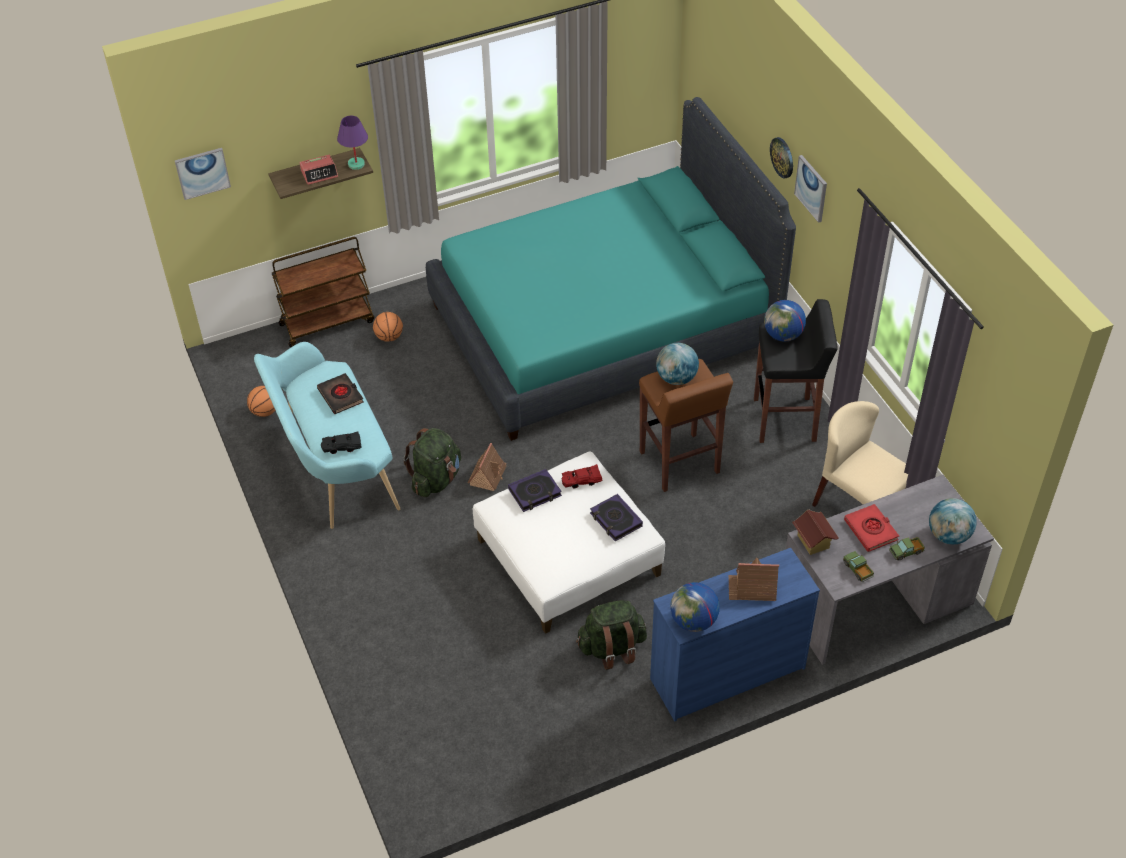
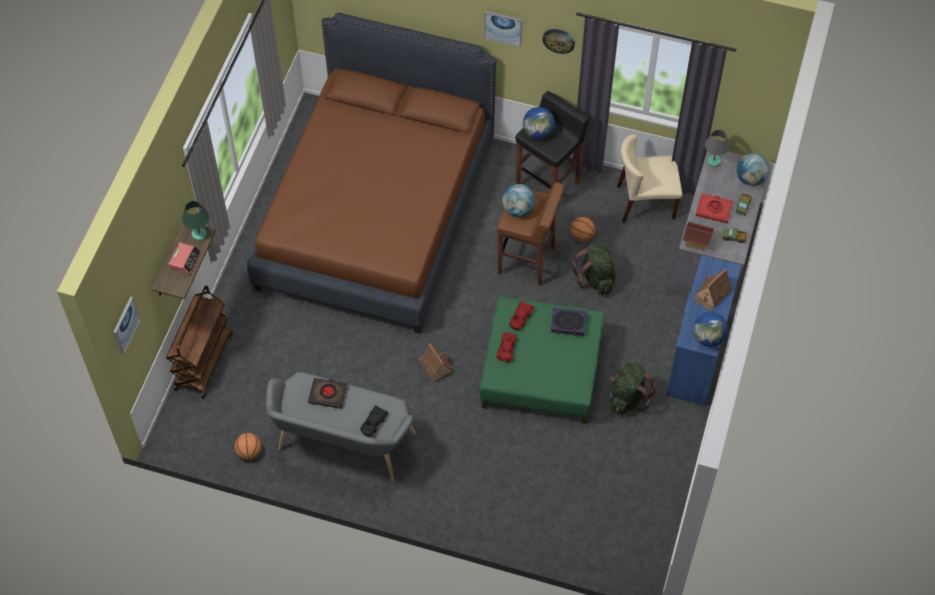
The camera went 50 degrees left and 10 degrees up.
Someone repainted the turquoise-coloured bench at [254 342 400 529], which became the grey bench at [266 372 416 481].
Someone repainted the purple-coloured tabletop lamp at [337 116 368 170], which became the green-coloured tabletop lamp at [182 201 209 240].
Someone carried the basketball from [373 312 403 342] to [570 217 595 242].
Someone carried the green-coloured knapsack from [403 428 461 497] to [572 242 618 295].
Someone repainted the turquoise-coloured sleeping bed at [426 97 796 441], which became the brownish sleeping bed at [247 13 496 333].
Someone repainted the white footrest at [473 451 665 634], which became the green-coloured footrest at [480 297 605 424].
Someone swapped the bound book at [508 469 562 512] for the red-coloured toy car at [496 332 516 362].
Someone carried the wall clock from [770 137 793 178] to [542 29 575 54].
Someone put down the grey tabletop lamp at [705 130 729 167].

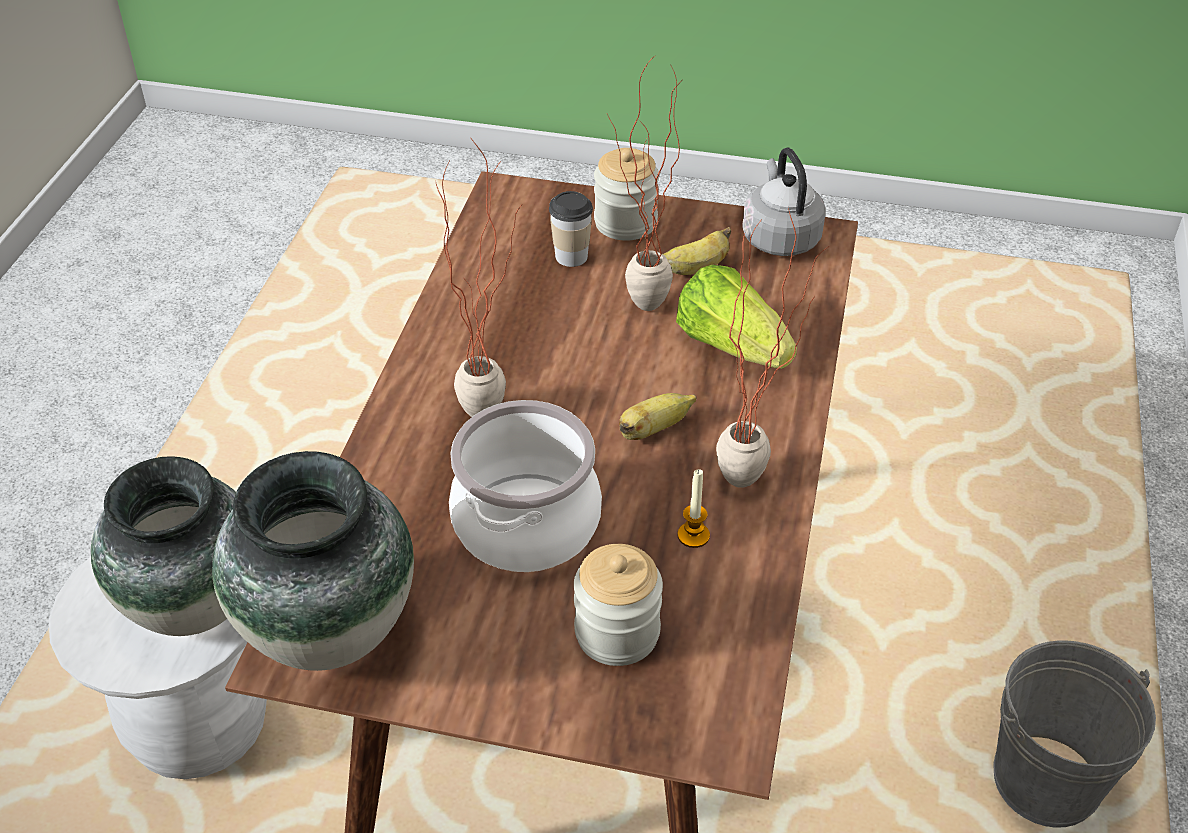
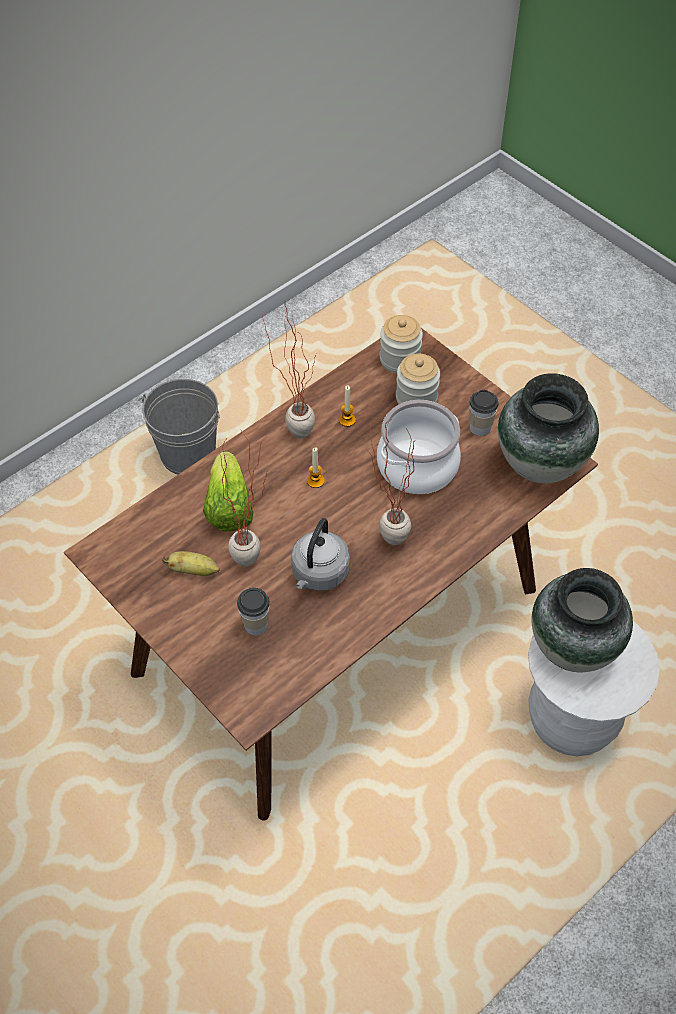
The camera went 145 degrees left and 10 degrees up.
Someone carried the preserve jar from [594 148 659 241] to [380 315 423 374].
Someone swapped the banana at [619 393 697 440] for the candle at [307 447 325 488].
Someone carried the grey tea kettle from [742 147 826 256] to [291 518 350 591].
Someone put down the cup at [469 390 498 436].

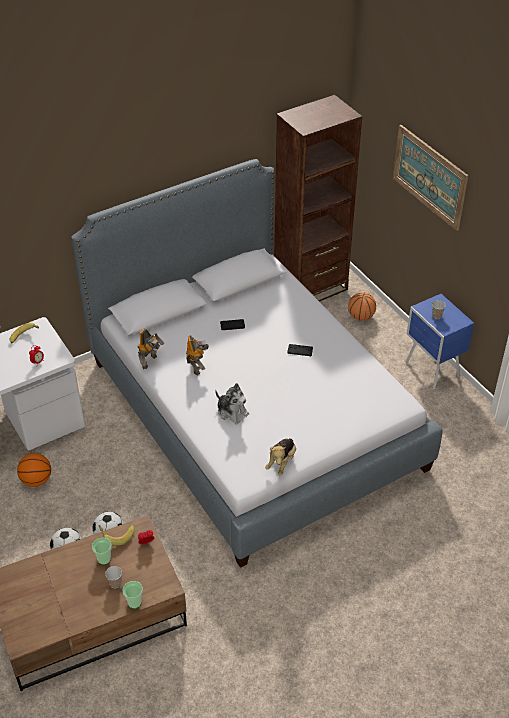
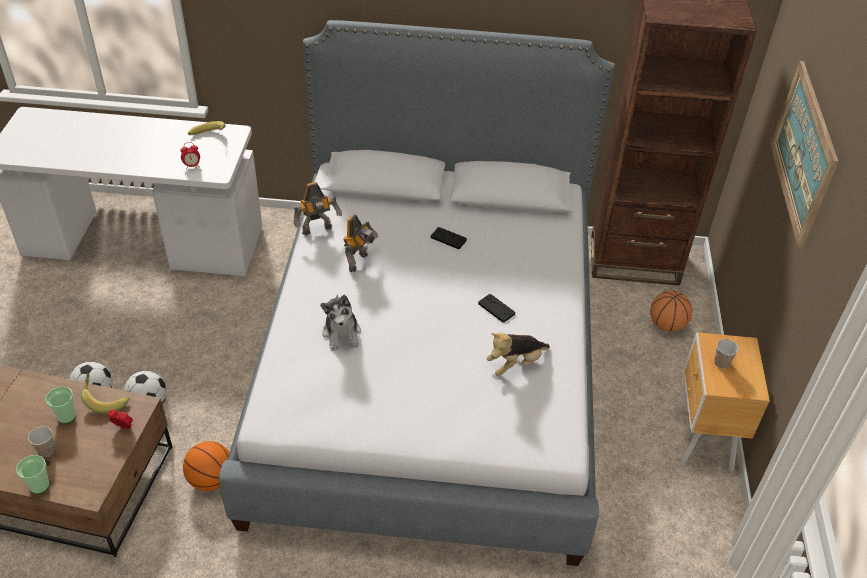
The camera went 35 degrees right and 0 degrees up.
Someone carried the basketball from [17 453 51 487] to [183 441 230 491].
Someone carried the plush toy from [265 438 296 476] to [487 333 550 376].
Someone repainted the bluish night table at [406 294 474 390], which became the brownish night table at [674 333 770 471].

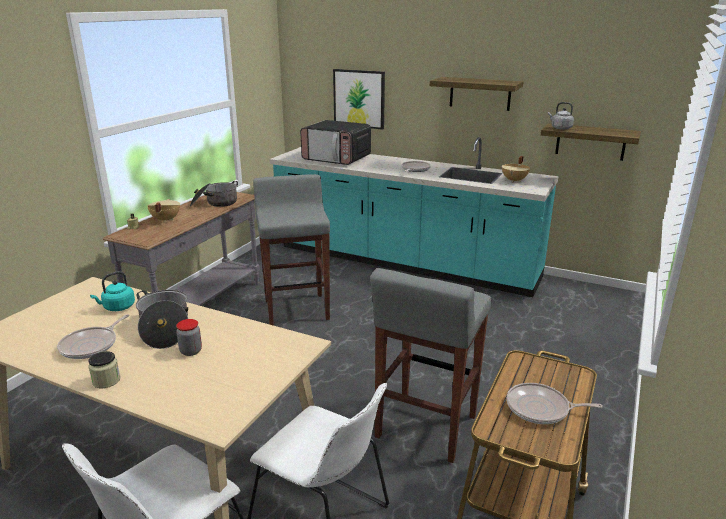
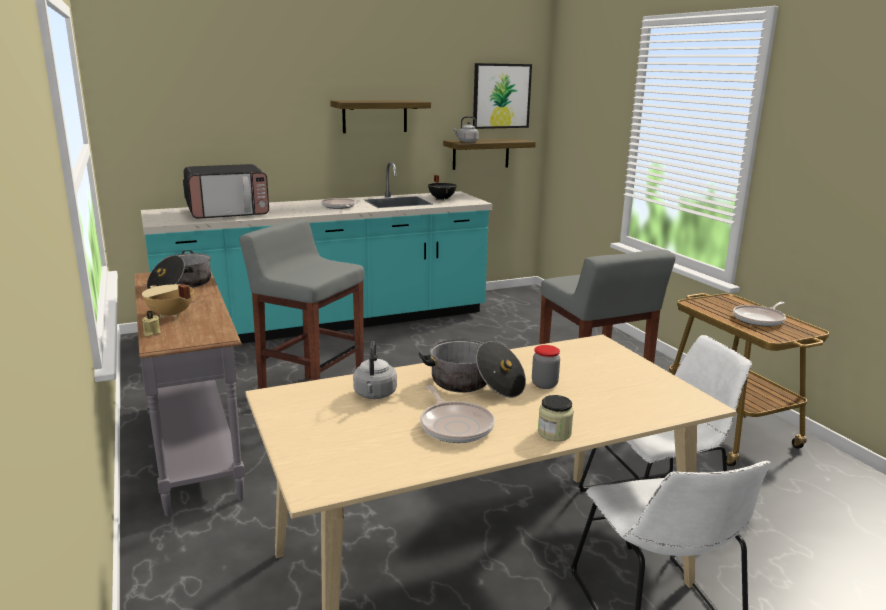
The camera went 50 degrees left and 5 degrees down.
Someone repainted the turquoise-coloured tea kettle at [90 271 135 311], which became the grey tea kettle at [353 341 397 399].
Someone carried the wall art from [333 69 385 130] to [473 63 532 129].
Someone repainted the beige saucepot at [502 156 530 182], which became the blackish saucepot at [428 175 457 201].

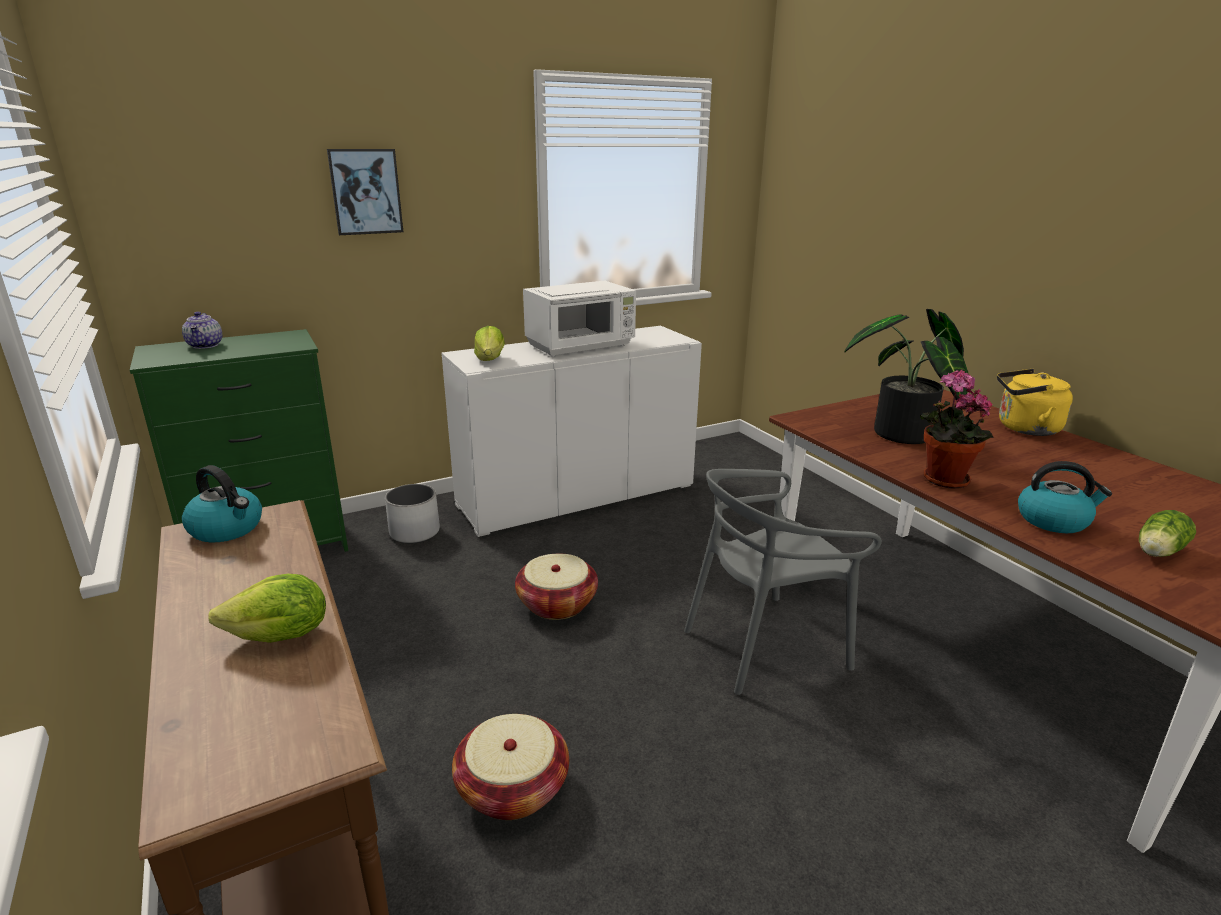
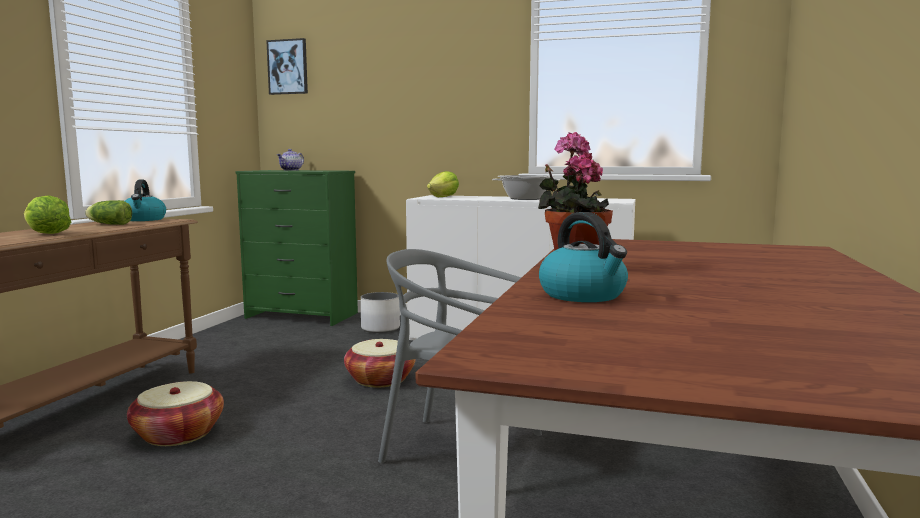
The camera went 45 degrees right and 15 degrees down.
Someone carried the wall art from [327 149 403 235] to [266 38 308 95].
Someone swapped the white microwave oven at [523 281 636 357] for the saucepot at [492 175 560 200].
Someone took away the potted plant at [844 309 968 444].
Someone took away the yellow tea kettle at [997 369 1073 436].
Someone carried the head of lettuce from [1139 510 1196 557] to [85 200 132 225].

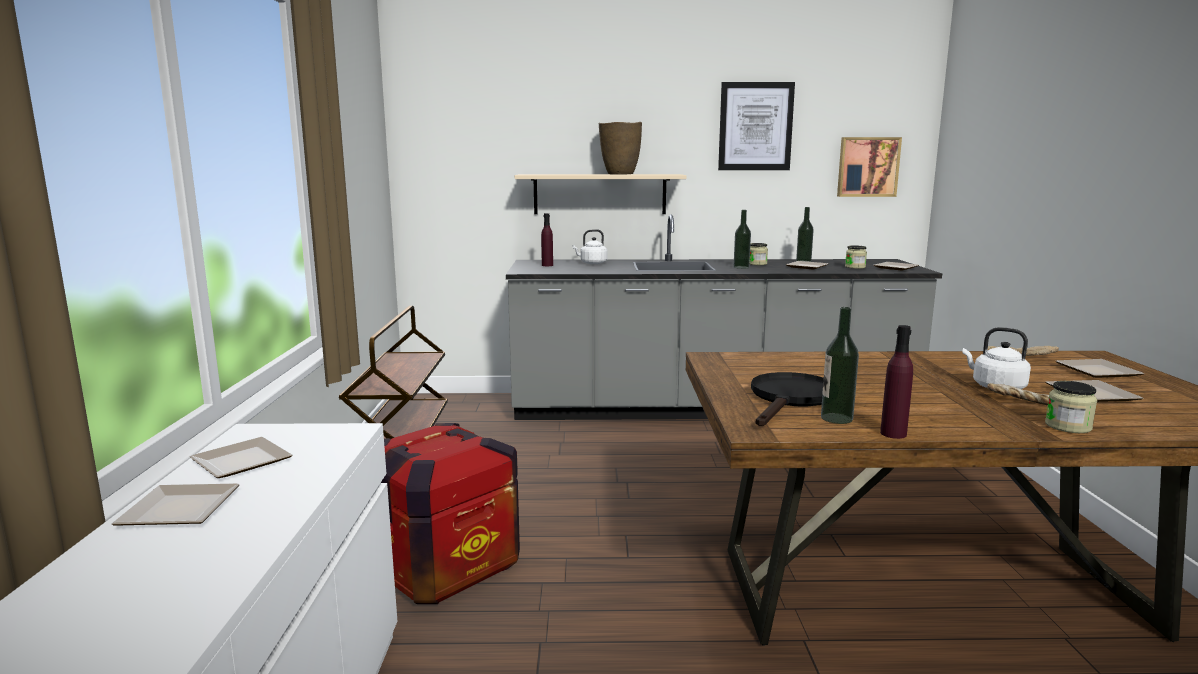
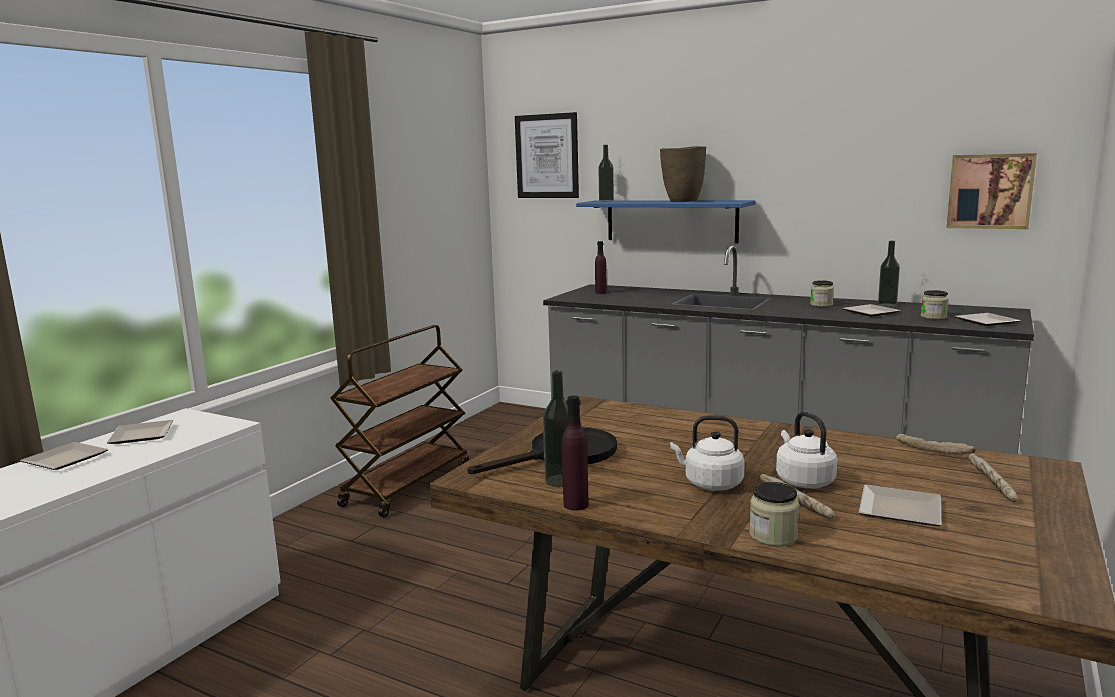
The camera went 30 degrees right and 0 degrees up.
Someone took away the crate at [381 423 520 604].
Someone repainted the beige shelf at [515 174 686 214], which became the bluish shelf at [576 200 756 243].
Someone carried the white tea kettle from [572 229 607 264] to [670 415 745 491].
Someone carried the wall art from [718 82 795 170] to [515 112 579 198].
Someone carried the beverage bottle from [734 210 751 269] to [598 145 614 201].
Someone swapped the plate at [1056 359 1144 378] for the bakery bread at [968 453 1018 502].

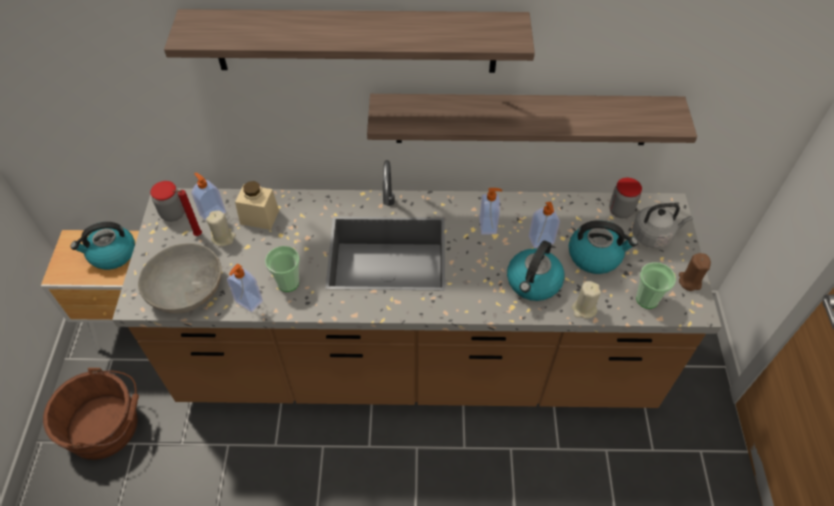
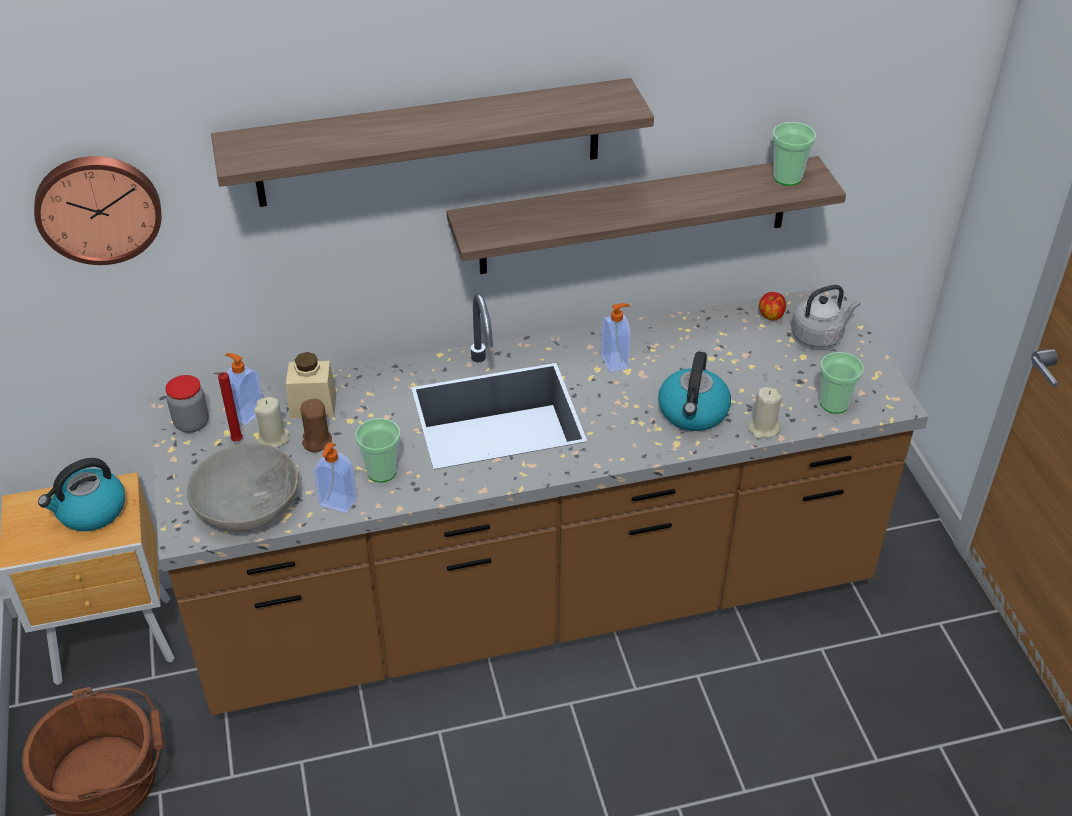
The camera went 15 degrees left and 10 degrees down.
Someone took away the liquid soap bottle at [529 201 560 248].
Someone took away the tea kettle at [569 220 638 274].
Someone swapped the preserve jar at [609 178 642 218] for the apple fruit at [759 292 786 321].
Someone carried the brownish candle from [679 253 711 291] to [300 399 332 452].
Someone put up the wall clock at [34 156 162 265].
Someone put down the cup at [772 122 816 186].

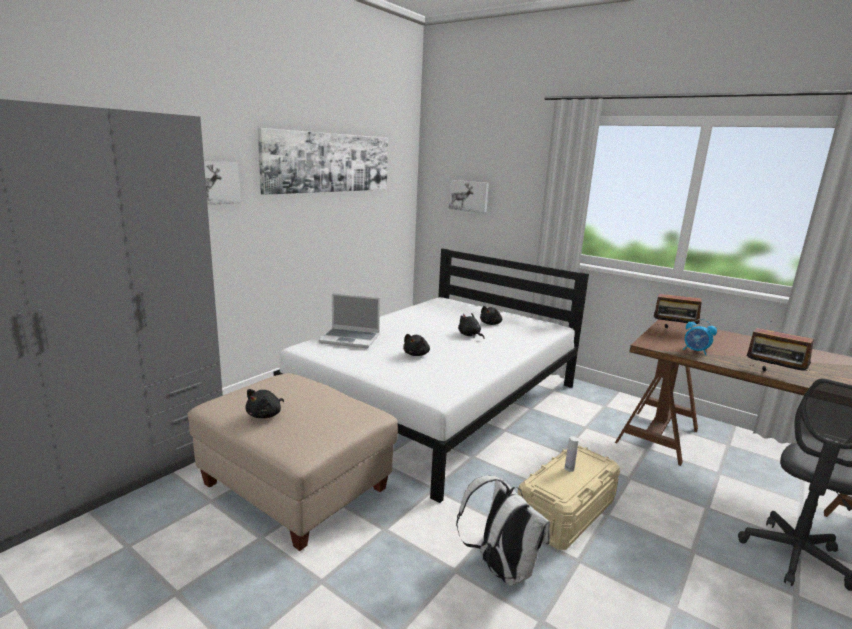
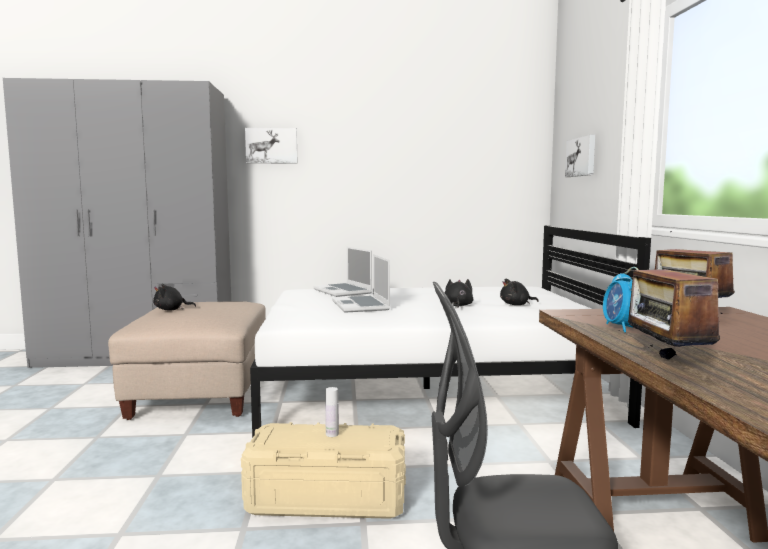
The camera went 50 degrees right and 10 degrees down.
Someone took away the wall art at [257 128 388 195].
Someone swapped the blackish plush toy at [403 334 430 356] for the laptop at [332 254 390 313].
Someone took away the white knapsack at [456 476 550 586].

